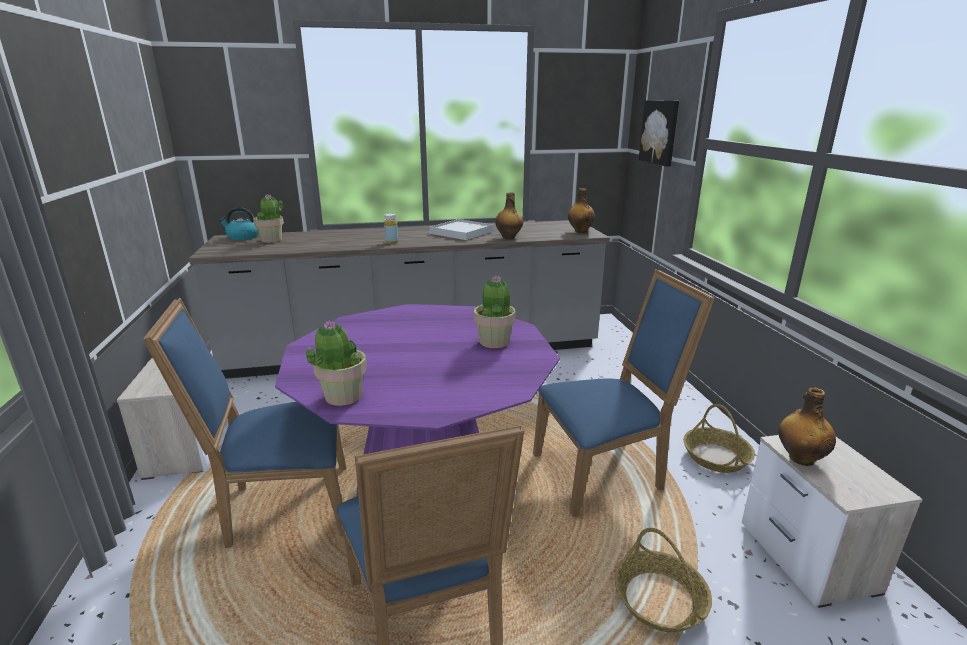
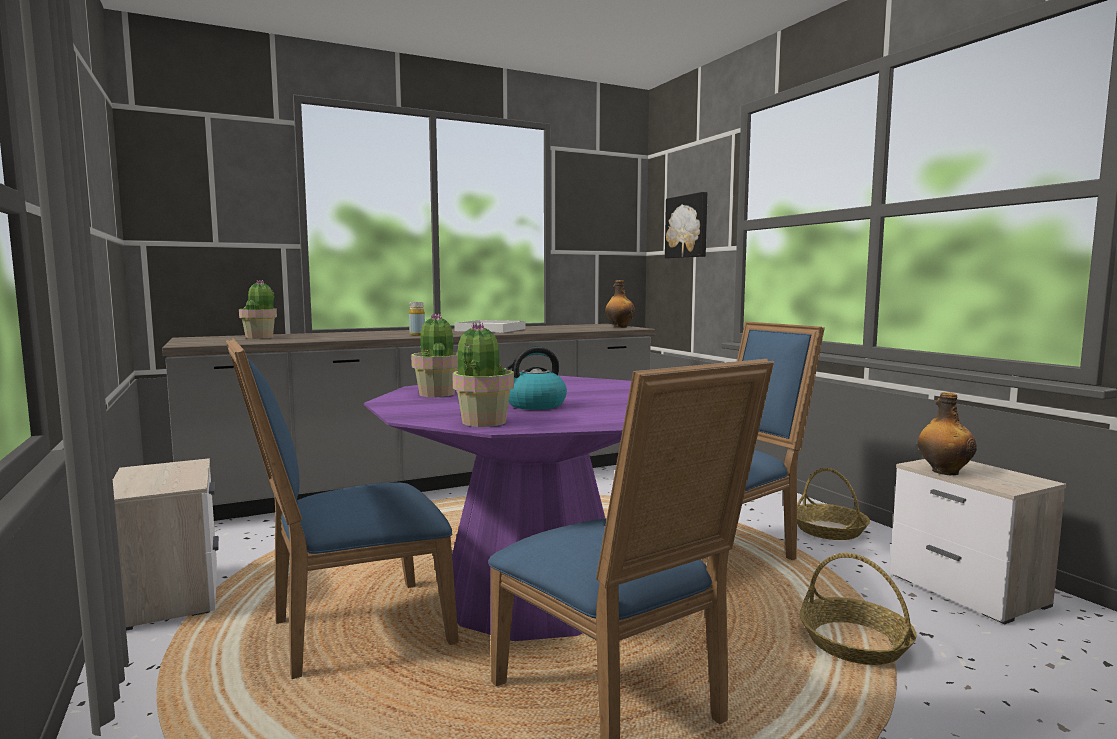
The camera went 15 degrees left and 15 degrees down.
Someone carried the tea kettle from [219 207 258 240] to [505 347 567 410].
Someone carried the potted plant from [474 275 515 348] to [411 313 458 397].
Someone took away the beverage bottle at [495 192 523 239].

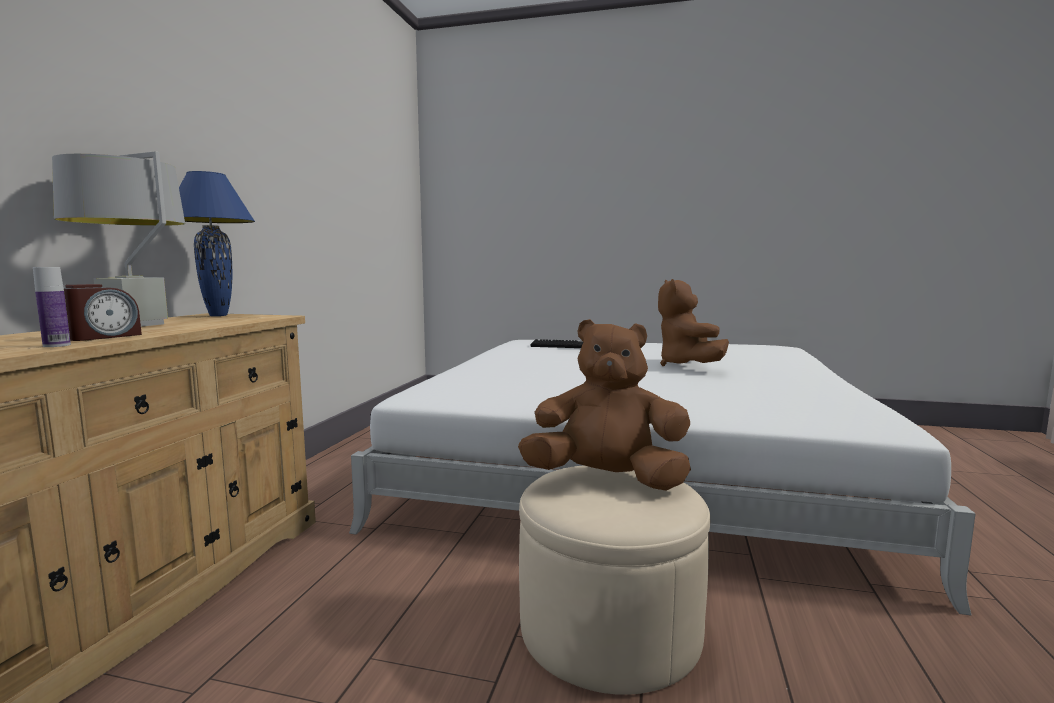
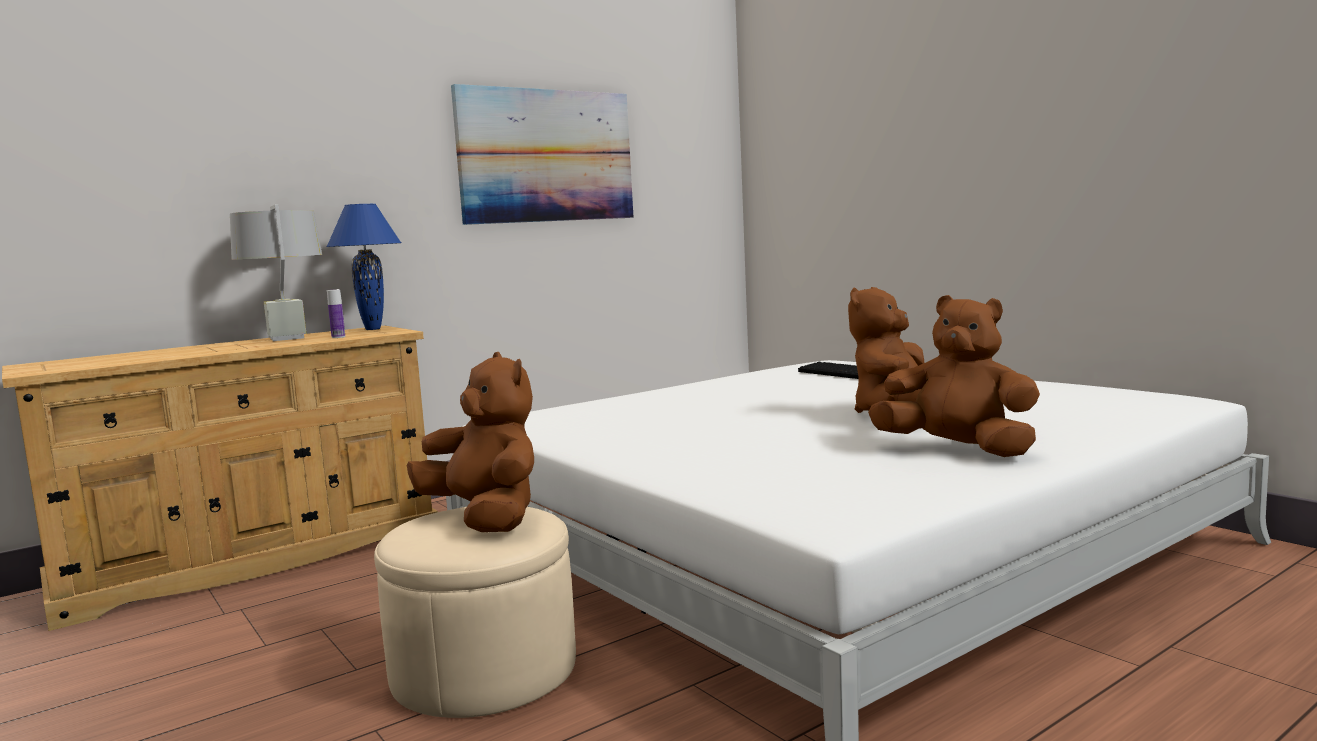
The camera went 40 degrees right and 0 degrees up.
Someone carried the beverage bottle from [33 267 71 347] to [327 289 345 338].
Someone took away the table clock at [64 284 142 341].
Someone put up the wall art at [451 84 633 225].
Someone put down the brownish plush toy at [868 295 1040 457].

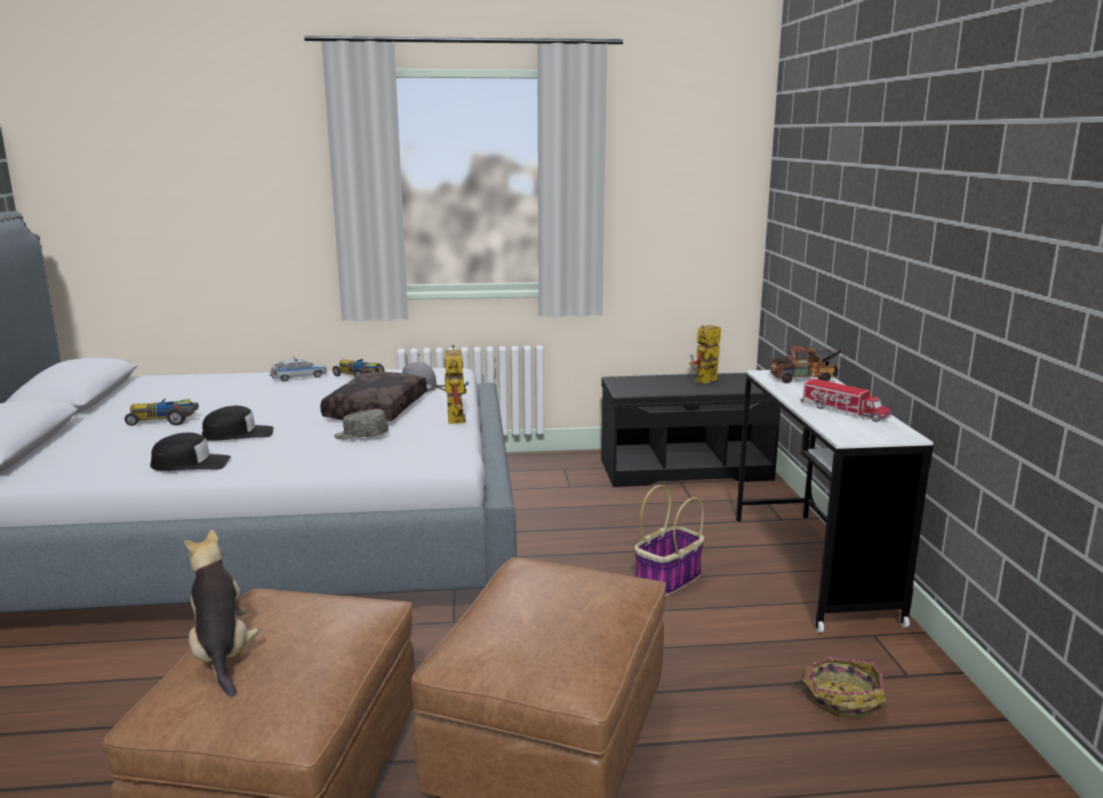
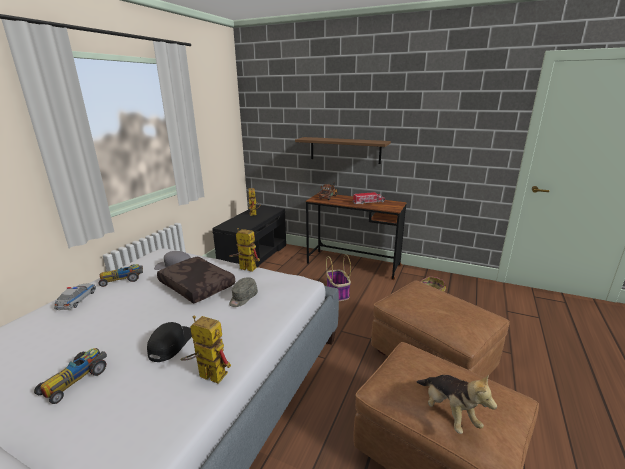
The camera went 60 degrees left and 5 degrees up.
Someone swapped the blackish cap at [150 432 231 471] for the model robot at [181 316 231 384].
Someone rotated the plush toy at [184 530 259 697] by 120 degrees counterclockwise.
Someone repainted the white desk unit at [736 370 933 633], which became the brownish desk unit at [306 193 406 280].
Someone put up the shelf at [295 137 391 164].

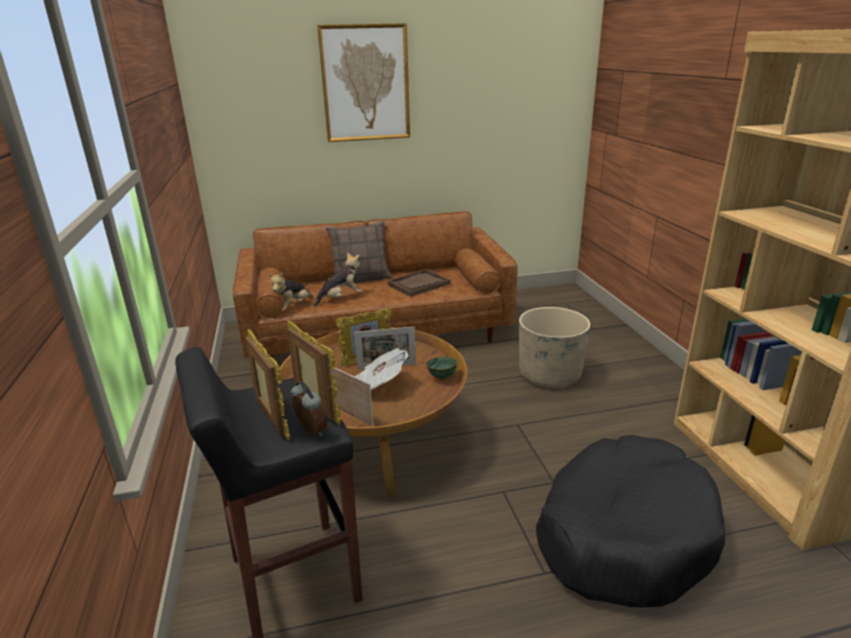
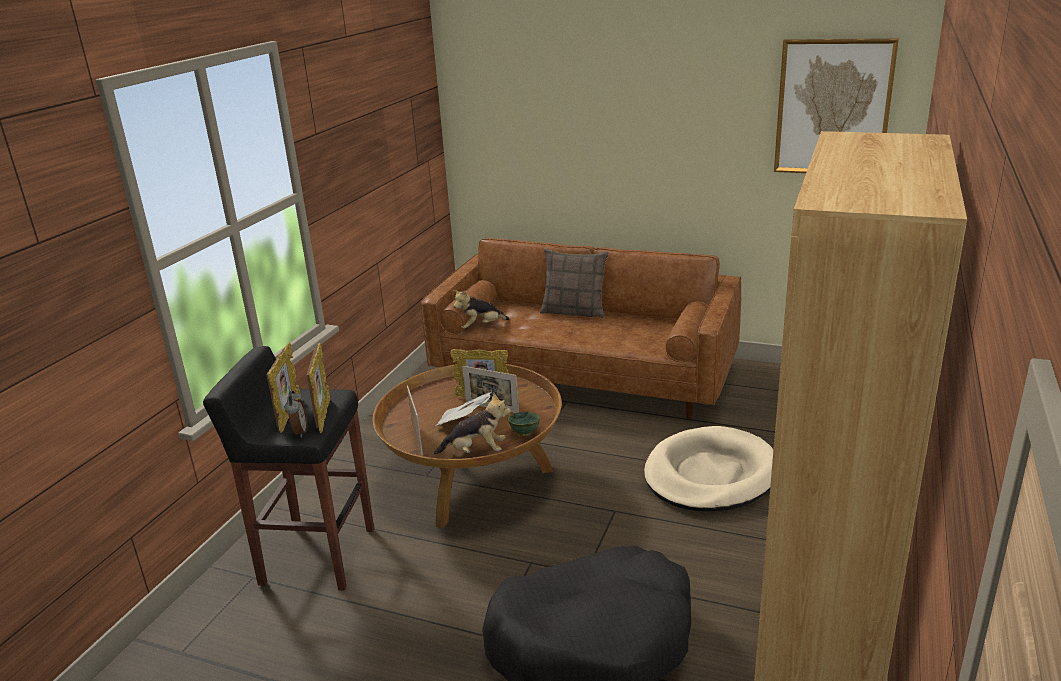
The camera went 35 degrees right and 0 degrees up.
Someone carried the plush toy from [313 252 361 307] to [434 392 511 455].
Someone carried the wall art from [317 23 410 142] to [774 38 899 173].
Someone took away the brownish carrying tray at [388 269 450 297].
Someone swapped the beige flower pot at [519 307 590 388] for the beige dog bed at [644 426 773 511].

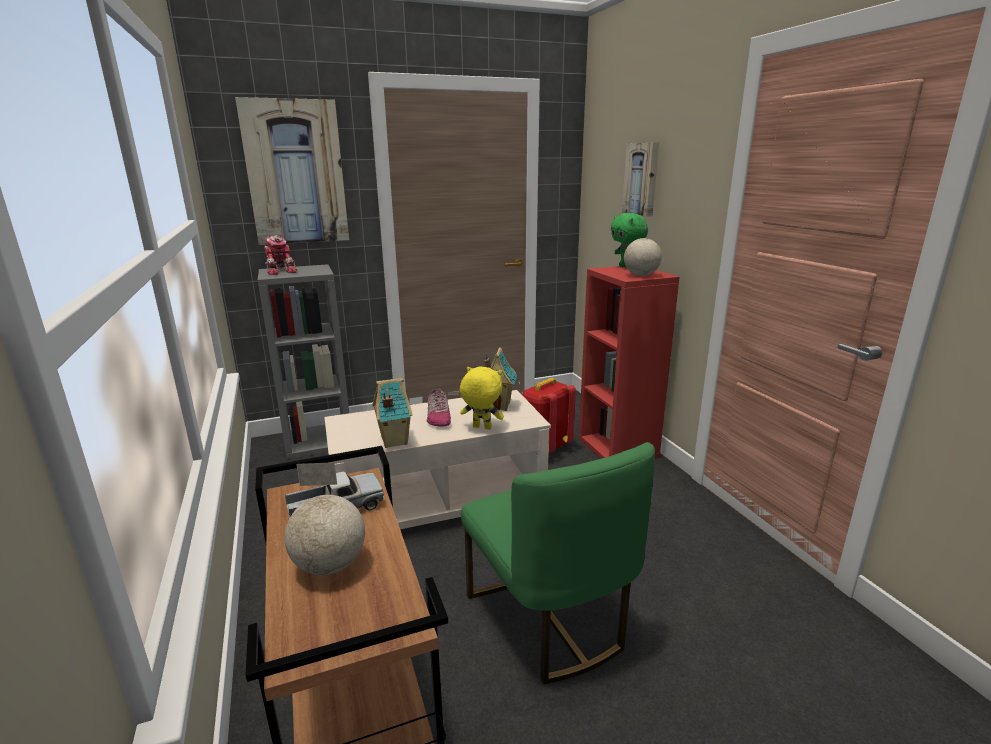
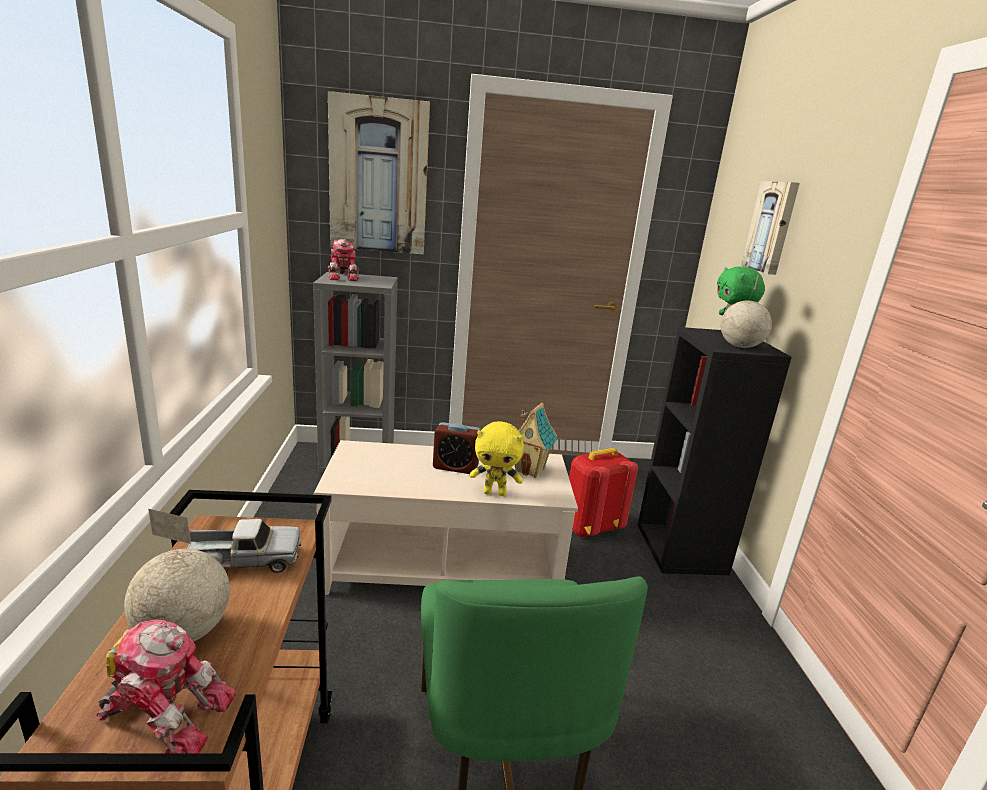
The camera went 15 degrees right and 0 degrees up.
Someone took away the toy house at [372 378 413 448].
Someone swapped the shoe at [427 389 451 426] for the table clock at [433 422 481 474].
Someone rotated the yellow plush toy at [460 367 504 430] by 150 degrees clockwise.
Someone repainted the red-coloured bookshelf at [579 266 680 459], which became the blackish bookshelf at [637 327 792 575].
Someone put down the model robot at [97 619 237 754].

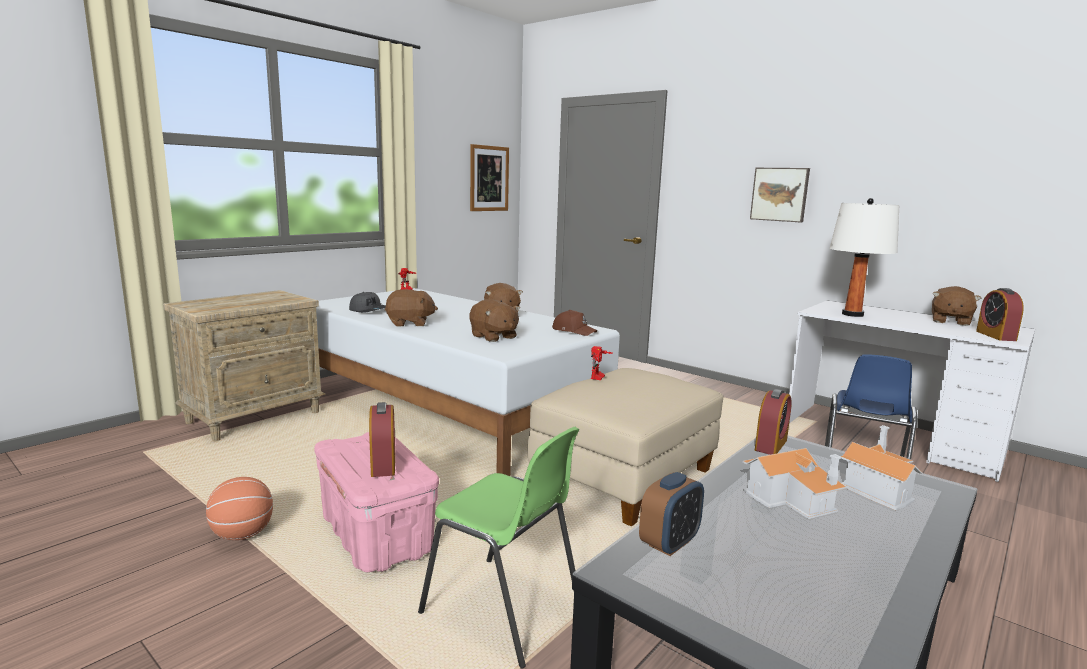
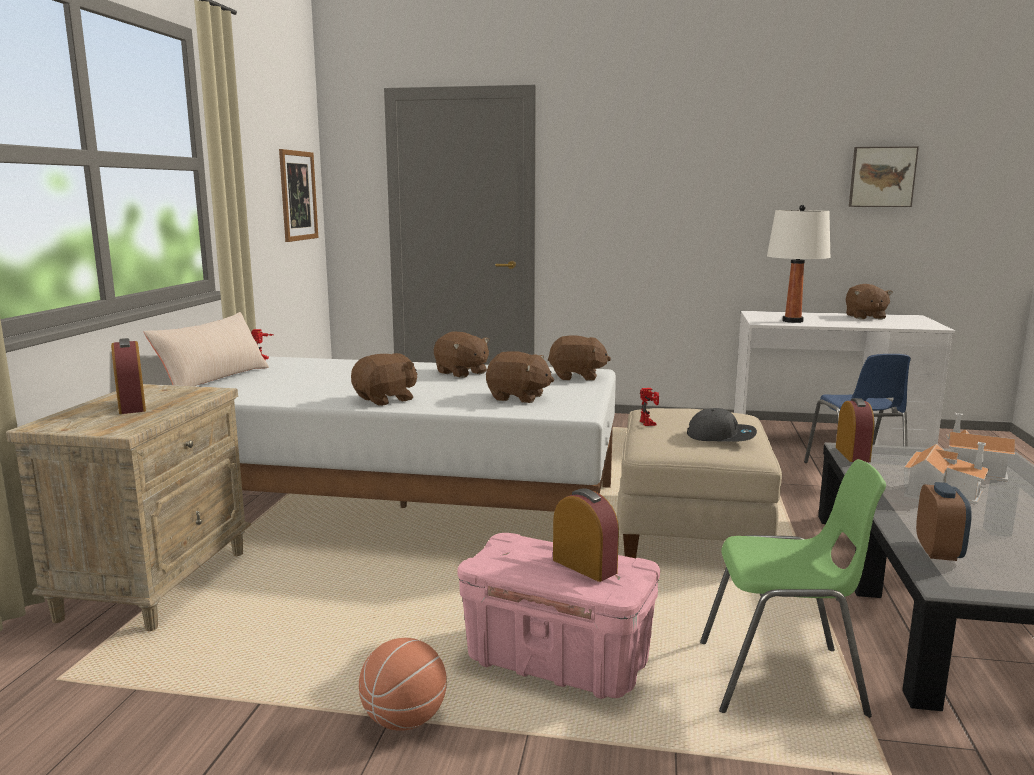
The camera went 30 degrees left and 0 degrees up.
Someone carried the grey cap from [349 292 386 313] to [687 408 757 442].
Someone swapped the brownish cap at [552 310 597 336] for the brownish plush toy at [548 335 611 381].
Someone carried the wall art from [750 168 810 222] to [849 146 919 207].
Someone carried the table clock from [976 288 1024 341] to [111 338 146 414].
Someone put down the beige cushion at [144 312 269 386].

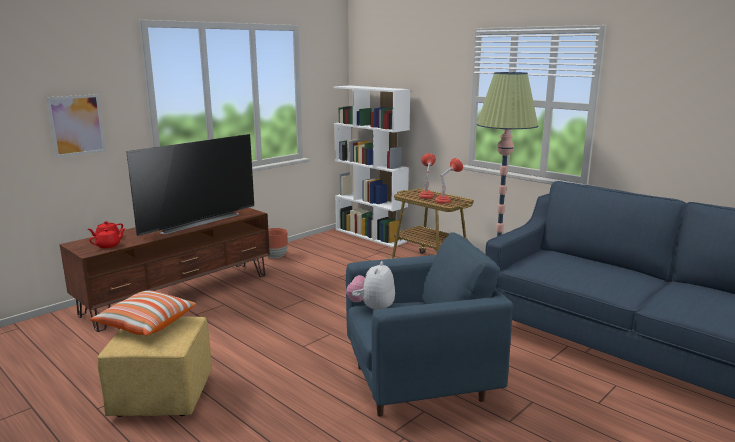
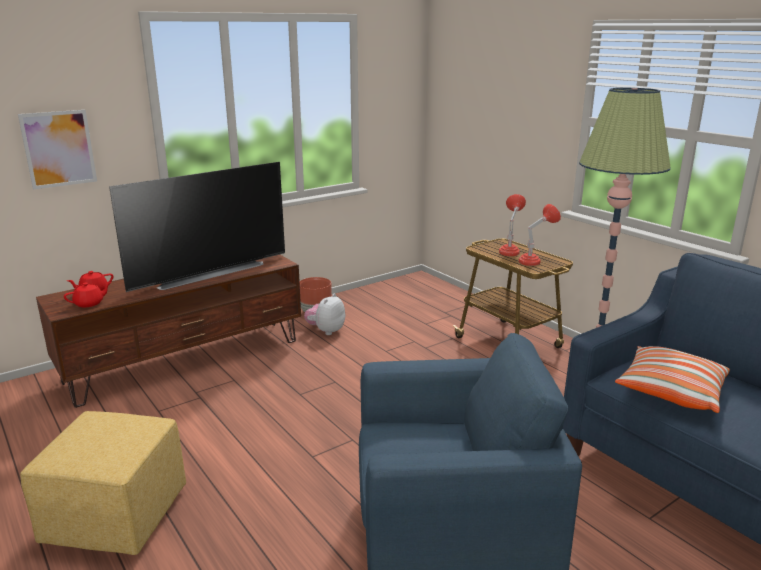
The camera went 10 degrees right and 5 degrees up.
Someone carried the cushion from [90 291 196 336] to [615 346 730 413].
Someone took away the white bookshelf at [333 85 410 247].
Someone carried the plush toy from [346 261 395 311] to [304 294 345 335].

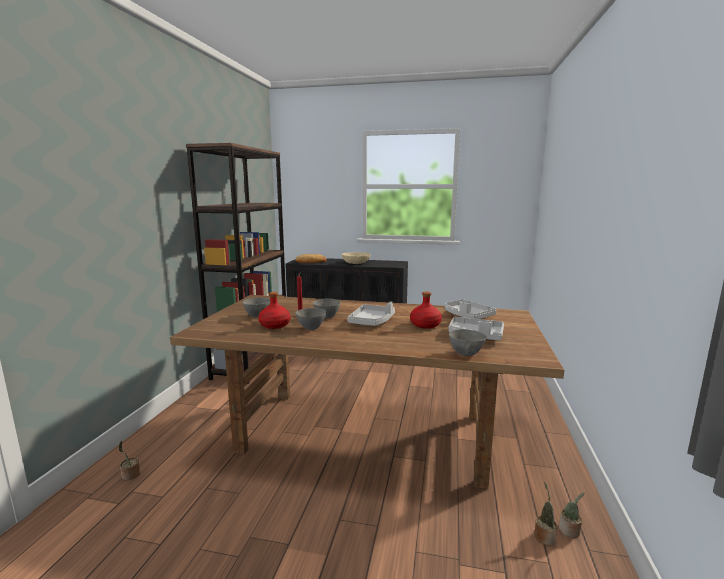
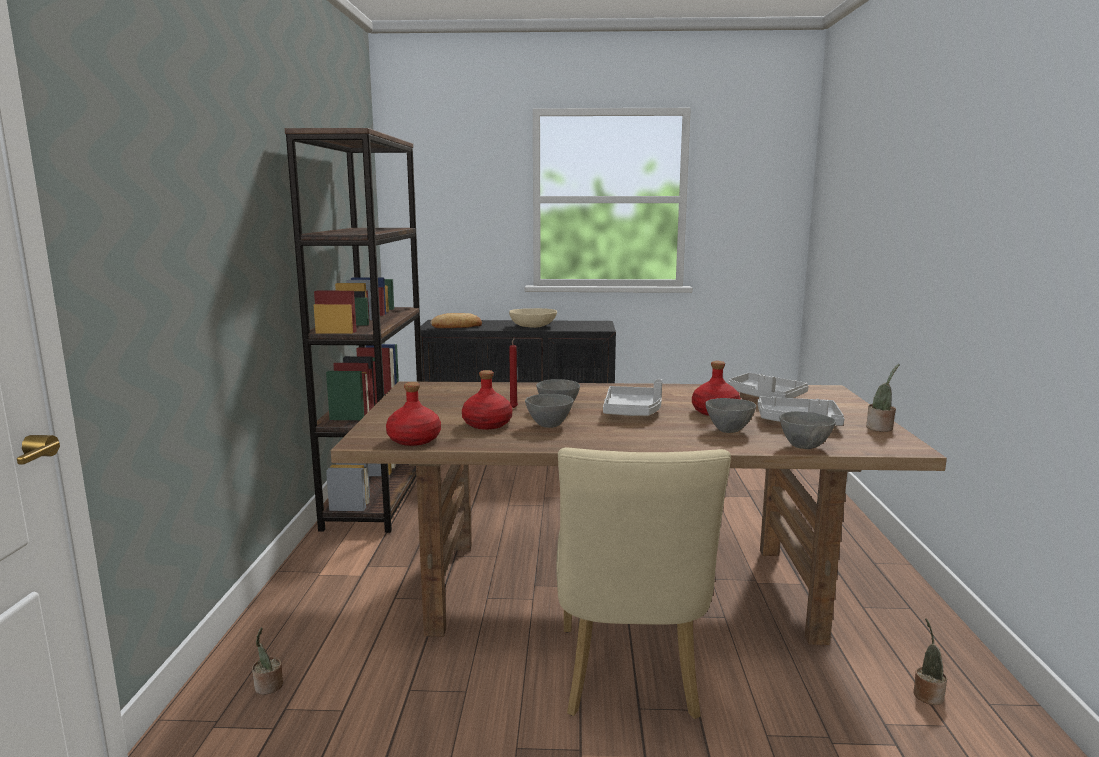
The camera went 10 degrees left and 0 degrees up.
Someone carried the grey bowl from [242 298 270 317] to [705 398 756 433].
Someone carried the potted plant from [559 492 584 538] to [866 364 900 432].
Someone put down the red-coloured beverage bottle at [386 382 441 446].
Someone put down the beige chair at [556 447 731 719].

